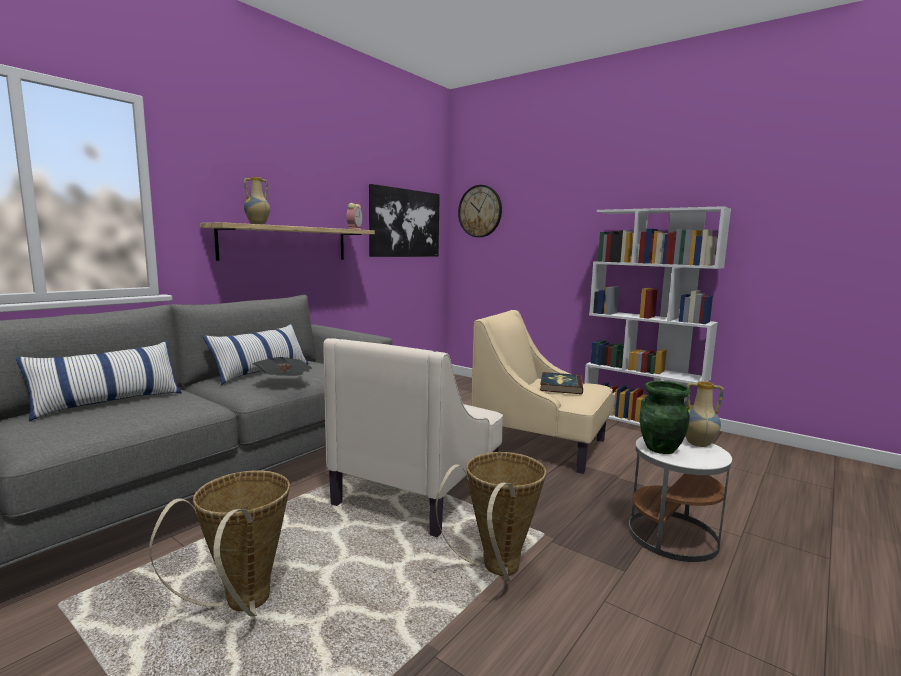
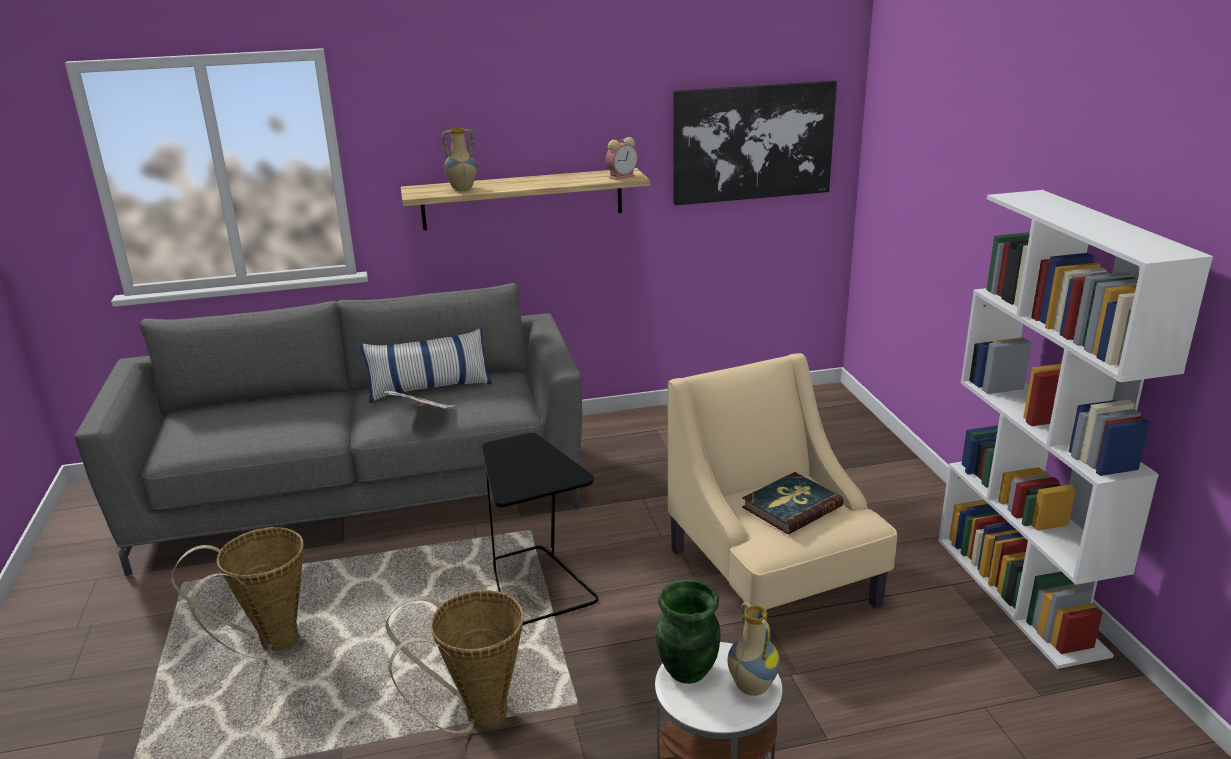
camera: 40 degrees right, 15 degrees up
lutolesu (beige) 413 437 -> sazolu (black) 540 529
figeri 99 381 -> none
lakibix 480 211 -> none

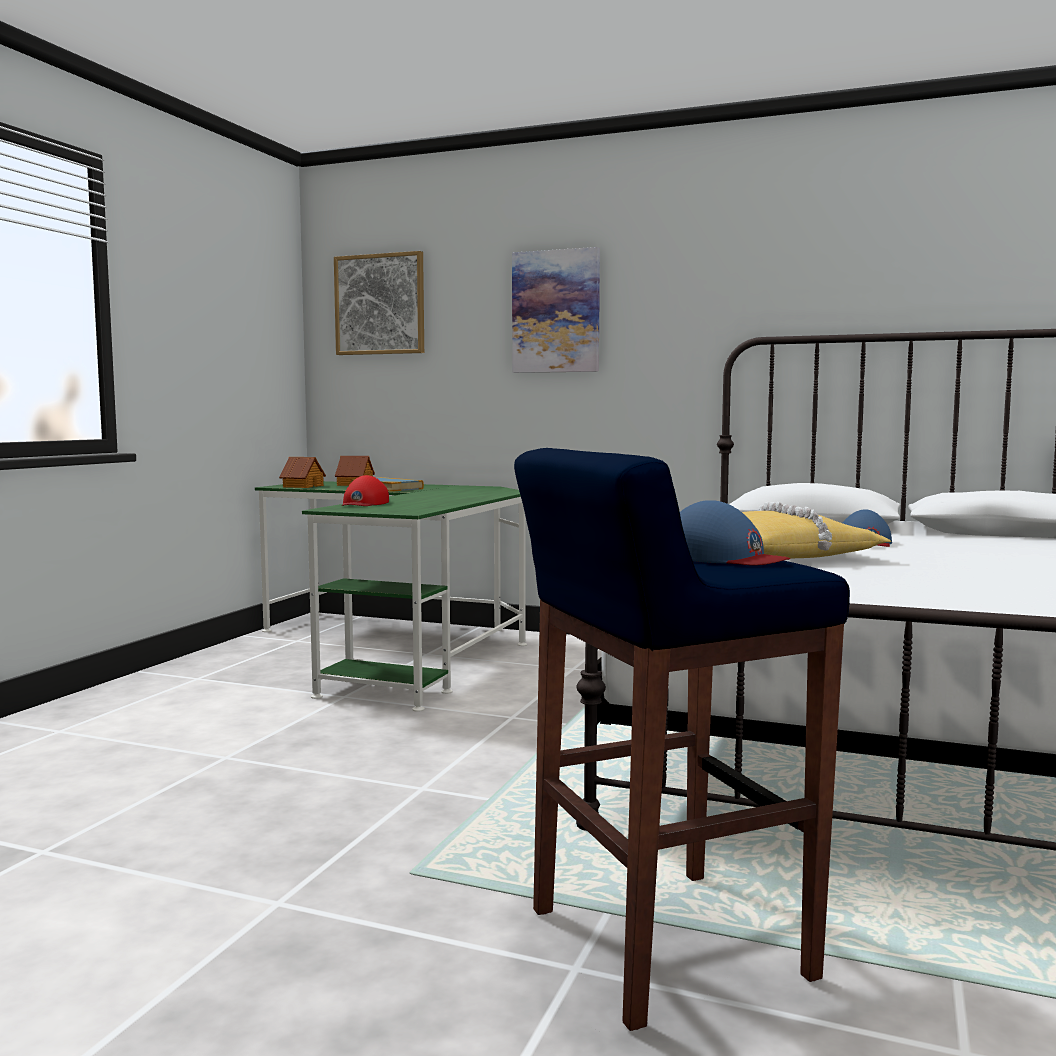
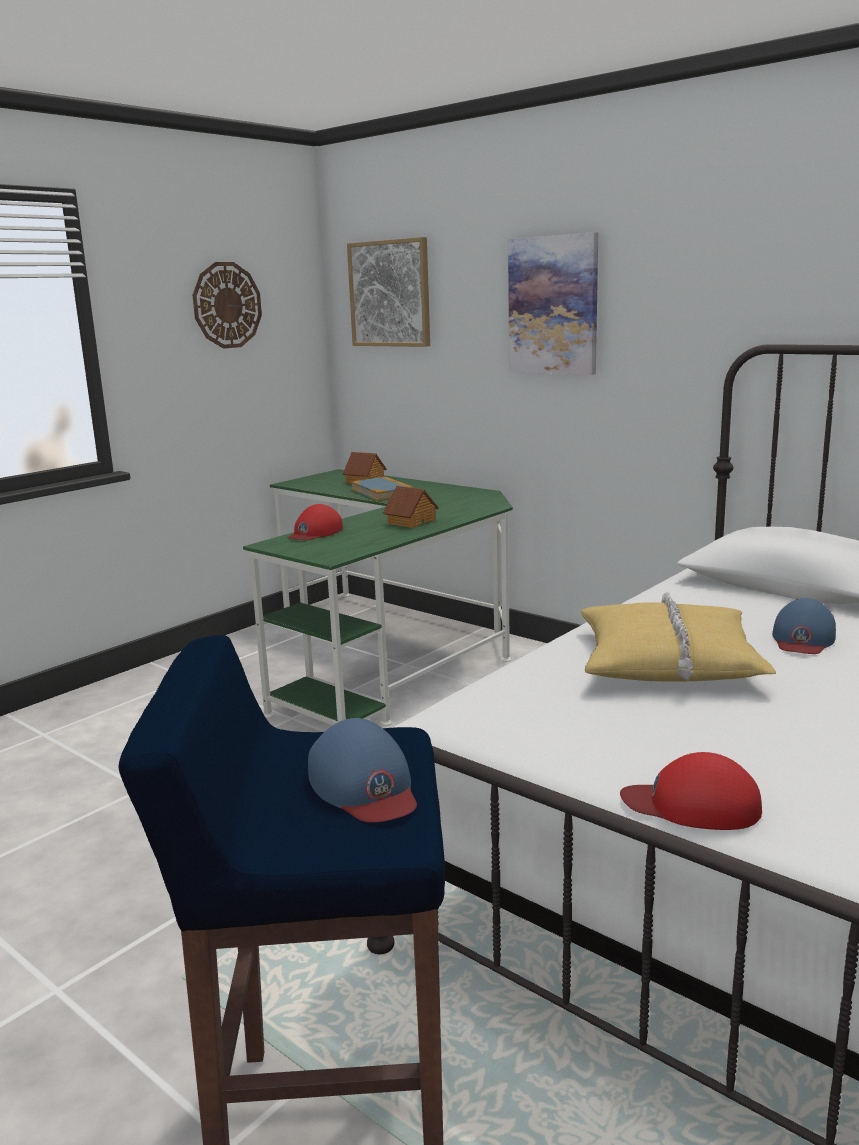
camera: 20 degrees right, 10 degrees up
none -> lakibix 227 305
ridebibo 302 472 -> ridebibo 411 507, move
none -> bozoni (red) 691 791

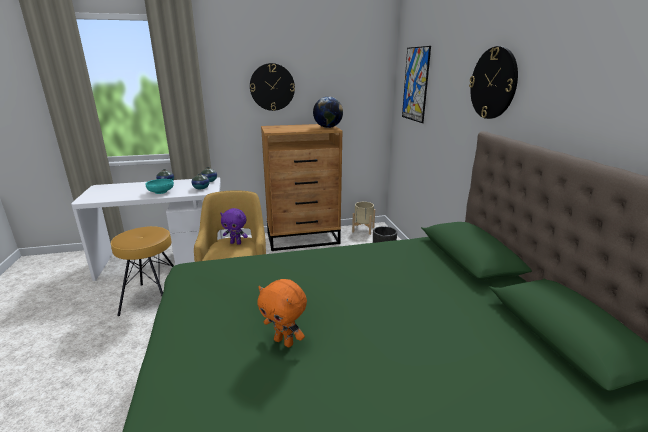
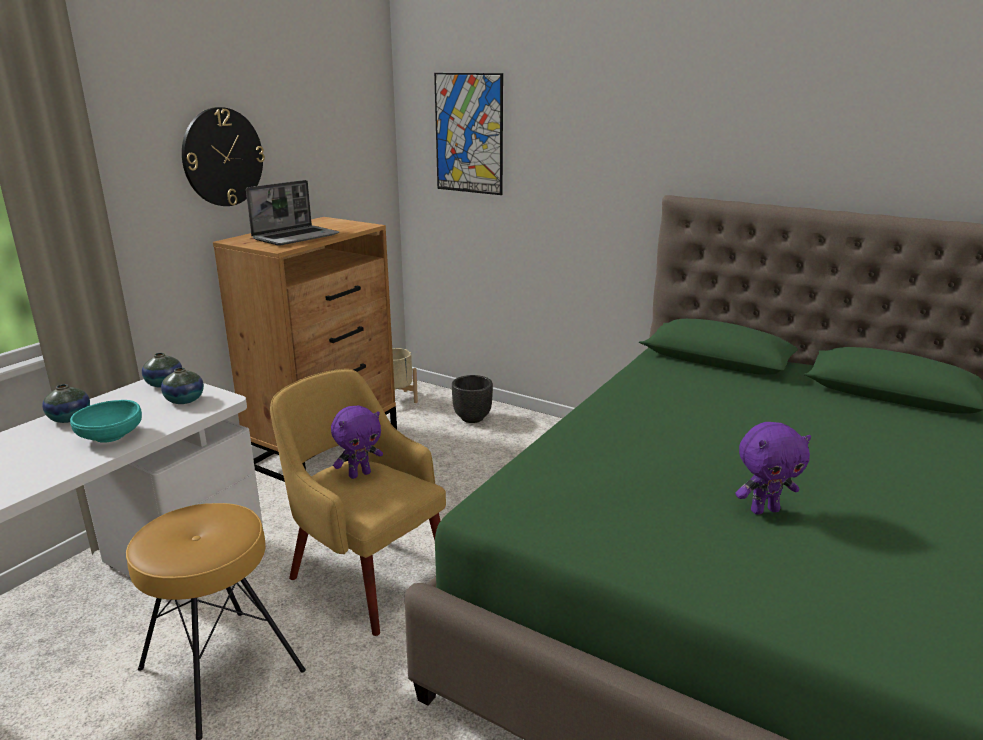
camera: 45 degrees left, 0 degrees up
none -> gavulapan 292 213
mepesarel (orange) 282 313 -> mepesarel (purple) 773 468
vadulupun 328 112 -> none
lakibix 493 82 -> none

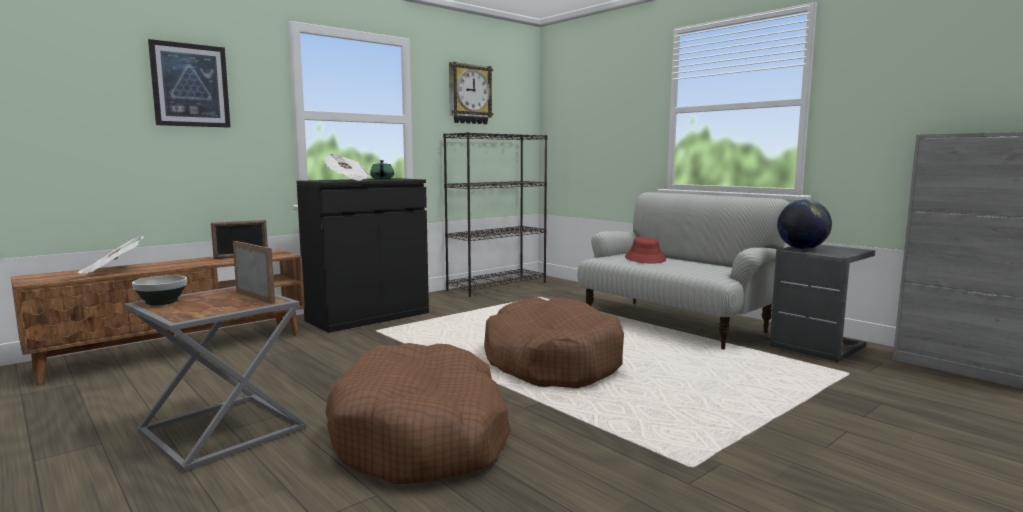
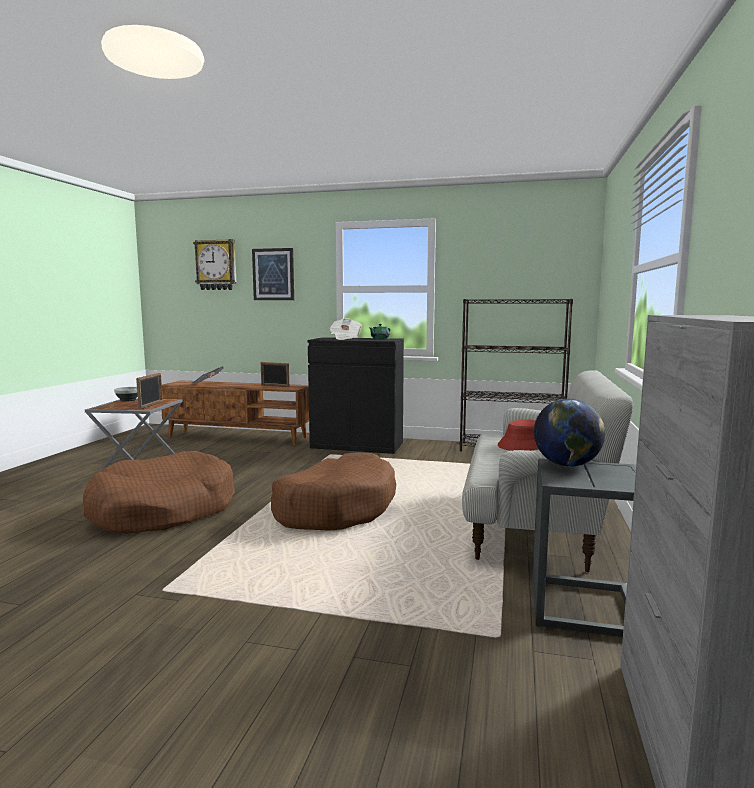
camera: 55 degrees right, 0 degrees up
lakibix 471 93 -> lakibix 215 264, move

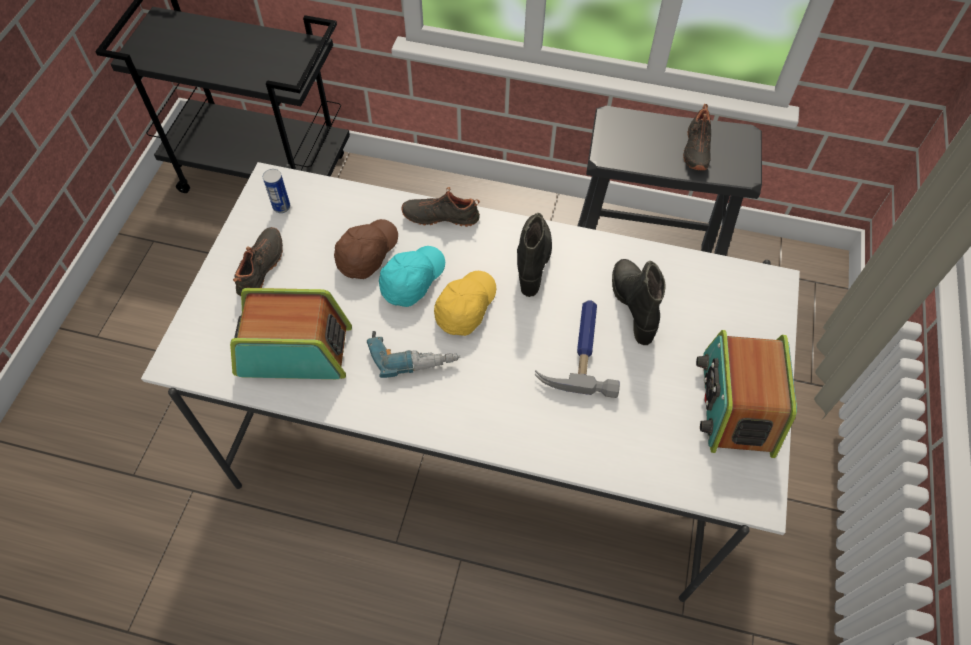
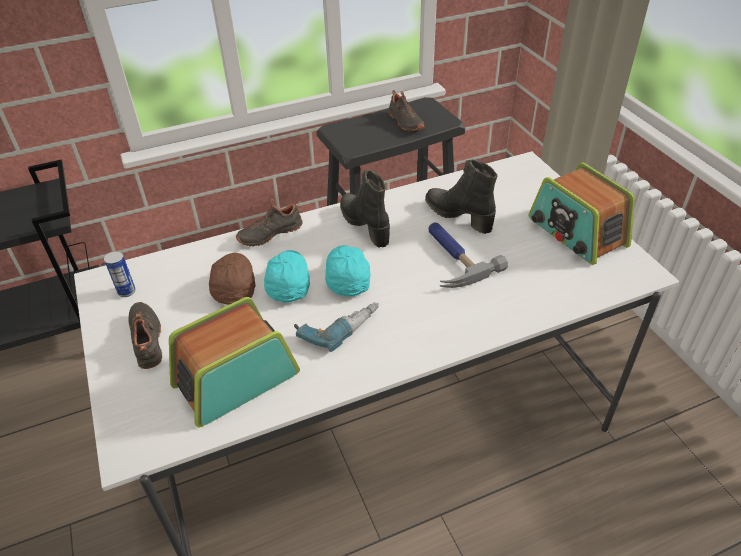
camera: 35 degrees left, 15 degrees down
bozoni (yellow) 465 303 -> bozoni (turquoise) 348 271

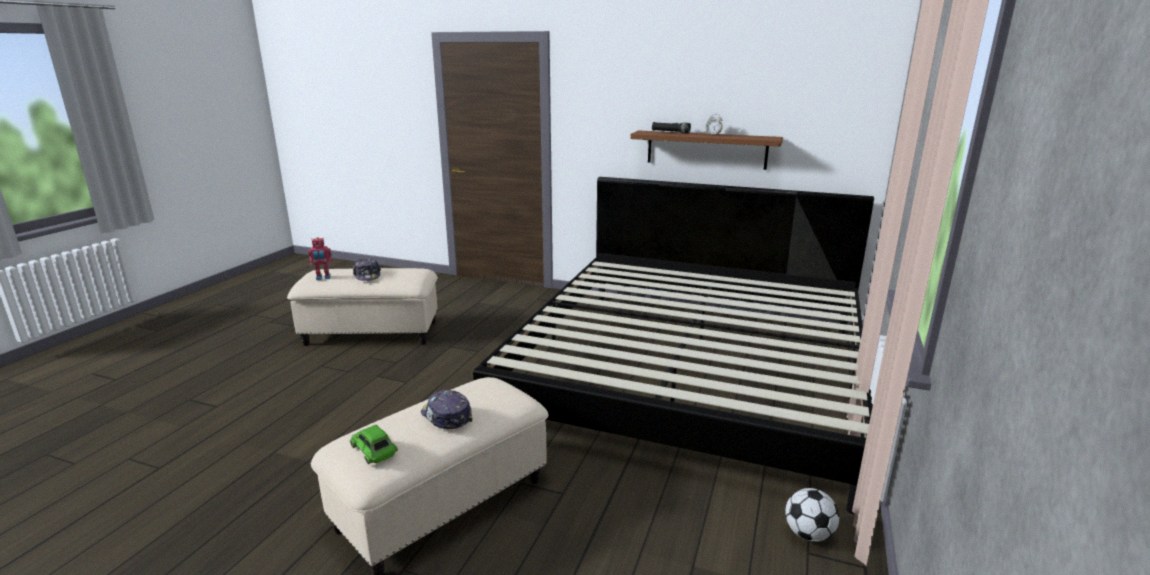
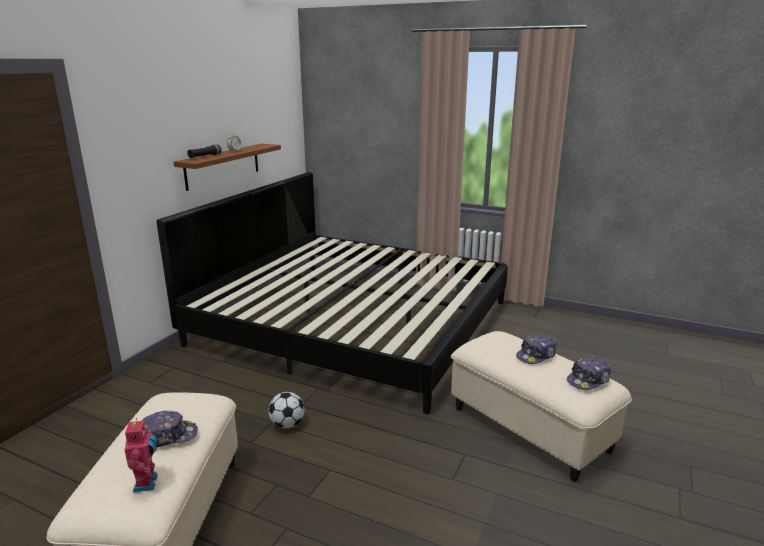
camera: 85 degrees left, 0 degrees up
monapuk 812 515 -> monapuk 286 410, move
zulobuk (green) 374 444 -> bozoni 589 373

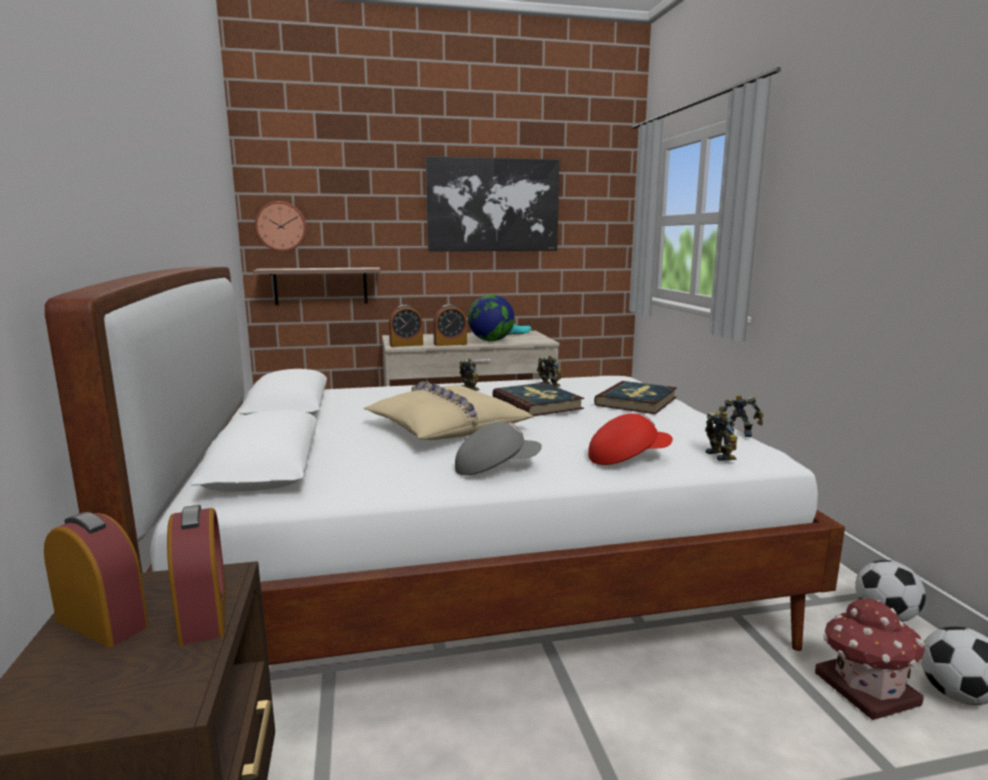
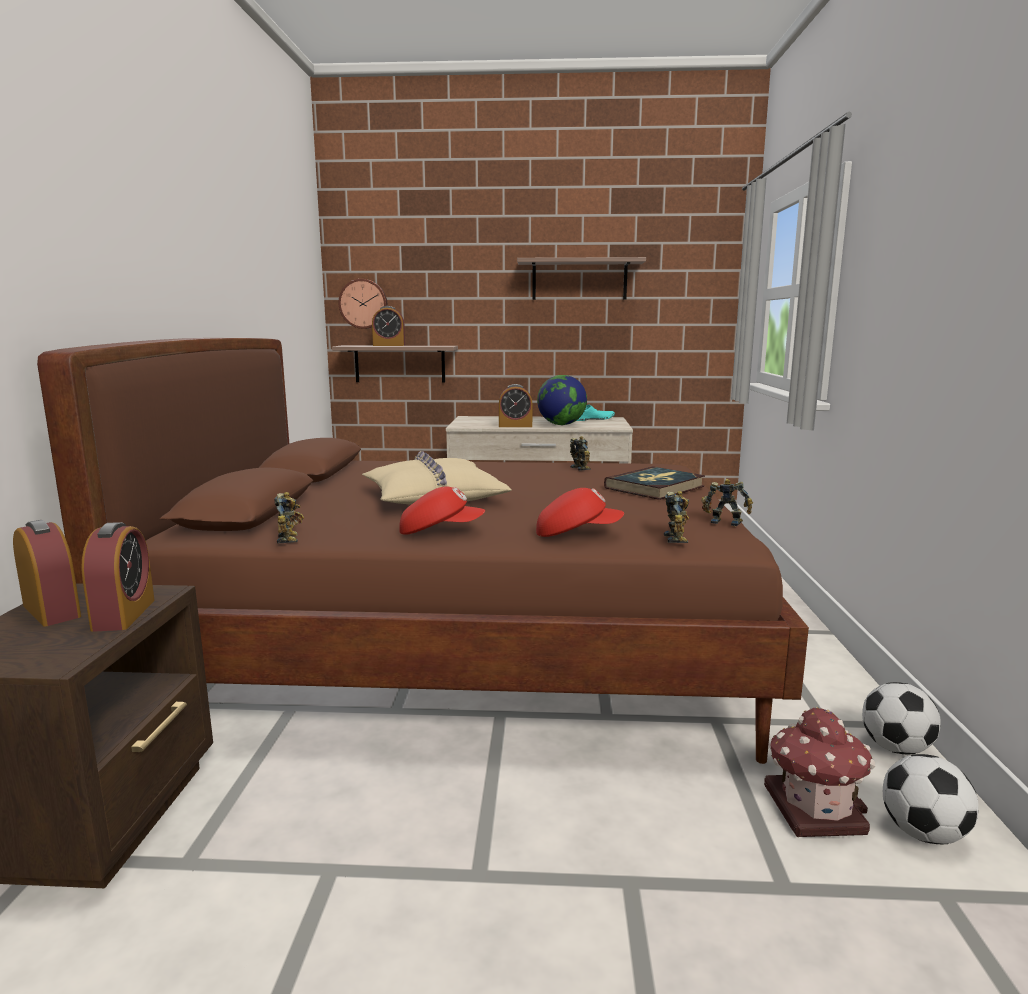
camera: 15 degrees right, 0 degrees up
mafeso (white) 445 465 -> mafeso (brown) 423 551
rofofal 469 374 -> rofofal 289 518, move
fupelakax 406 326 -> fupelakax 388 326, move
bozoni (grey) 498 448 -> bozoni (red) 442 511
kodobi 492 203 -> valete 581 278
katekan 538 399 -> none

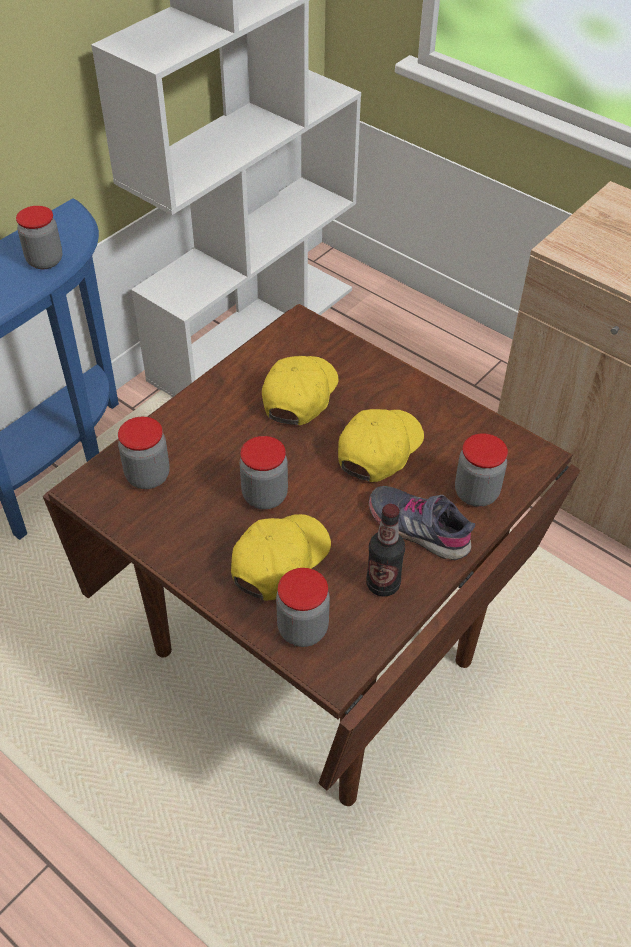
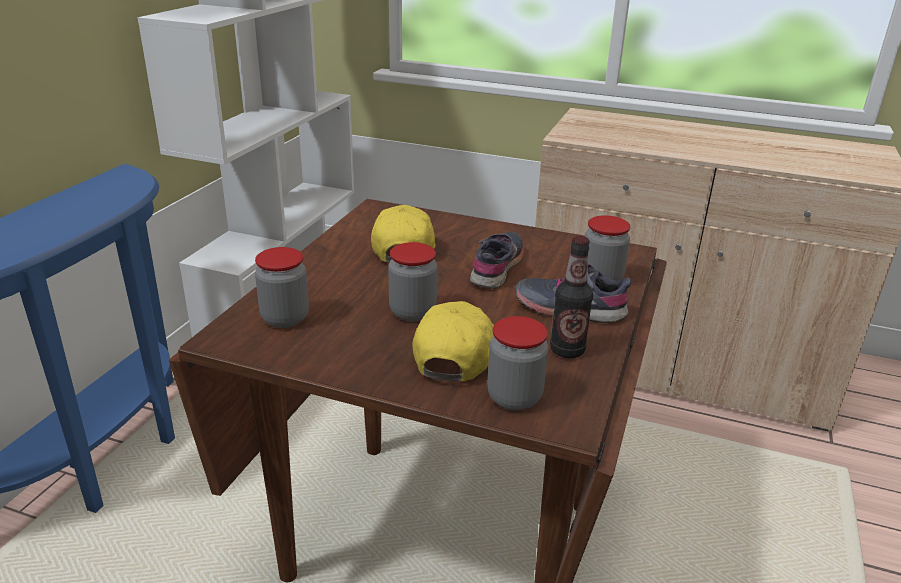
camera: 20 degrees left, 20 degrees down
bozoni (yellow) 381 445 -> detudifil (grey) 497 260
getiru 39 237 -> none

